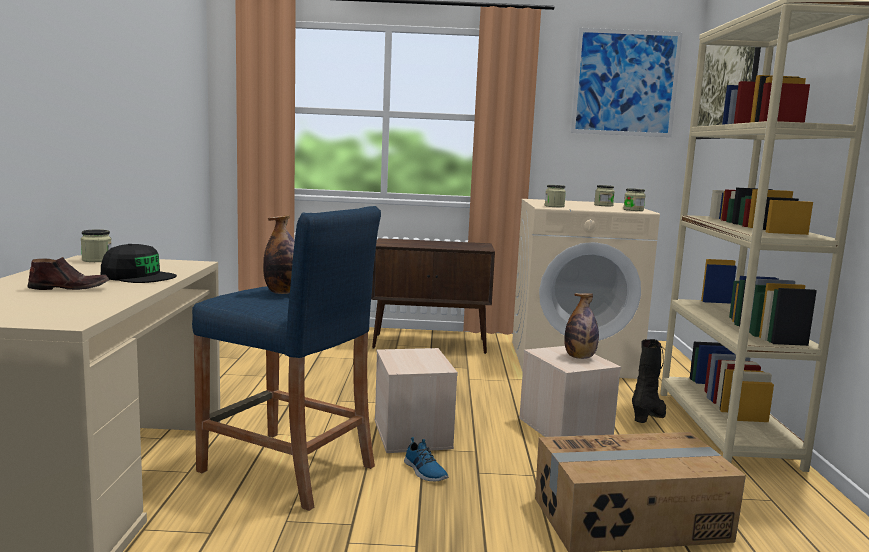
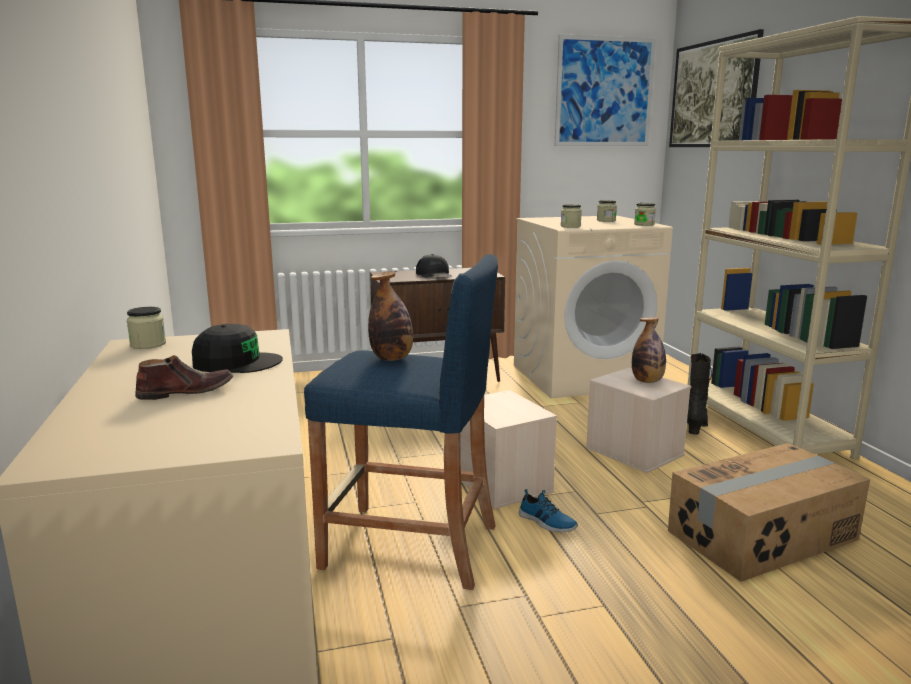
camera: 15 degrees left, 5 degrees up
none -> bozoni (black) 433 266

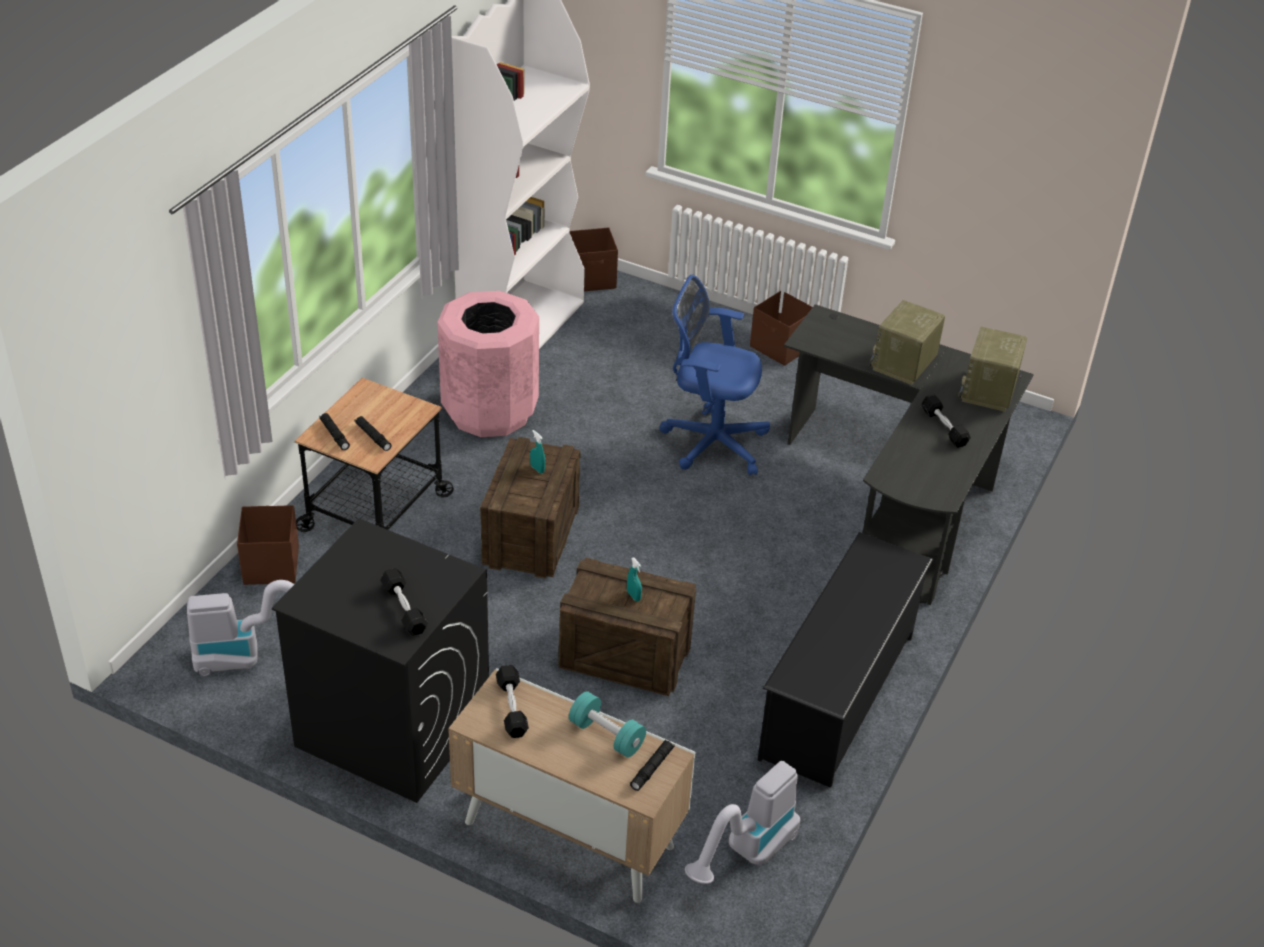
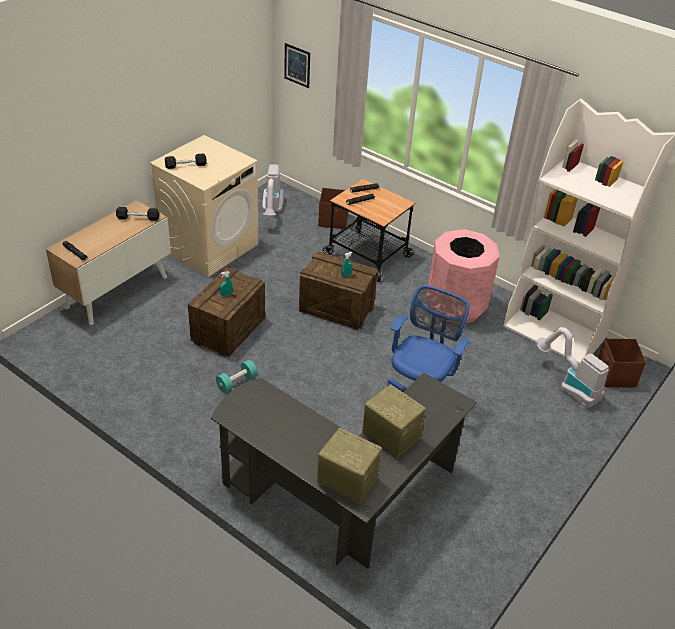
camera: 100 degrees right, 0 degrees up
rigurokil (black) 380 660 -> rigurokil (beige) 204 206
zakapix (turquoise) 607 724 -> zakapix (turquoise) 237 376, move
none -> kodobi 297 65
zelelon 742 822 -> zelelon 572 367, move
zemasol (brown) 781 328 -> none
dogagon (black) 846 660 -> none
zakapix (black) 946 421 -> none

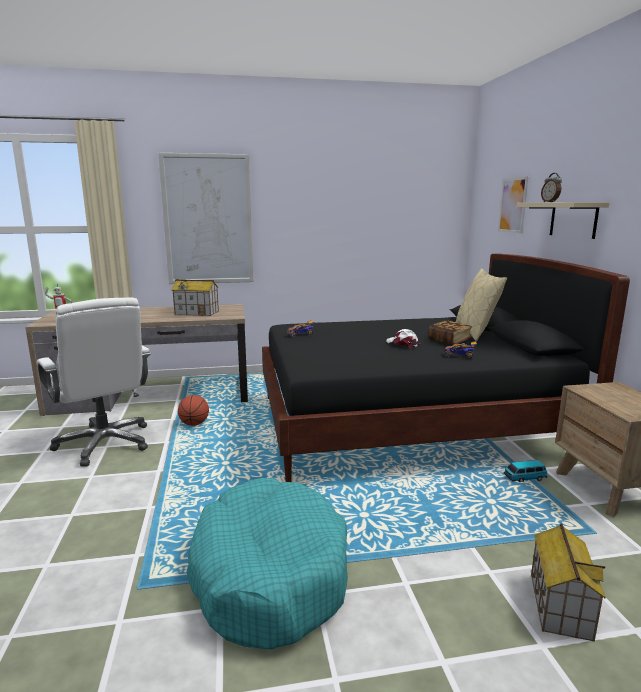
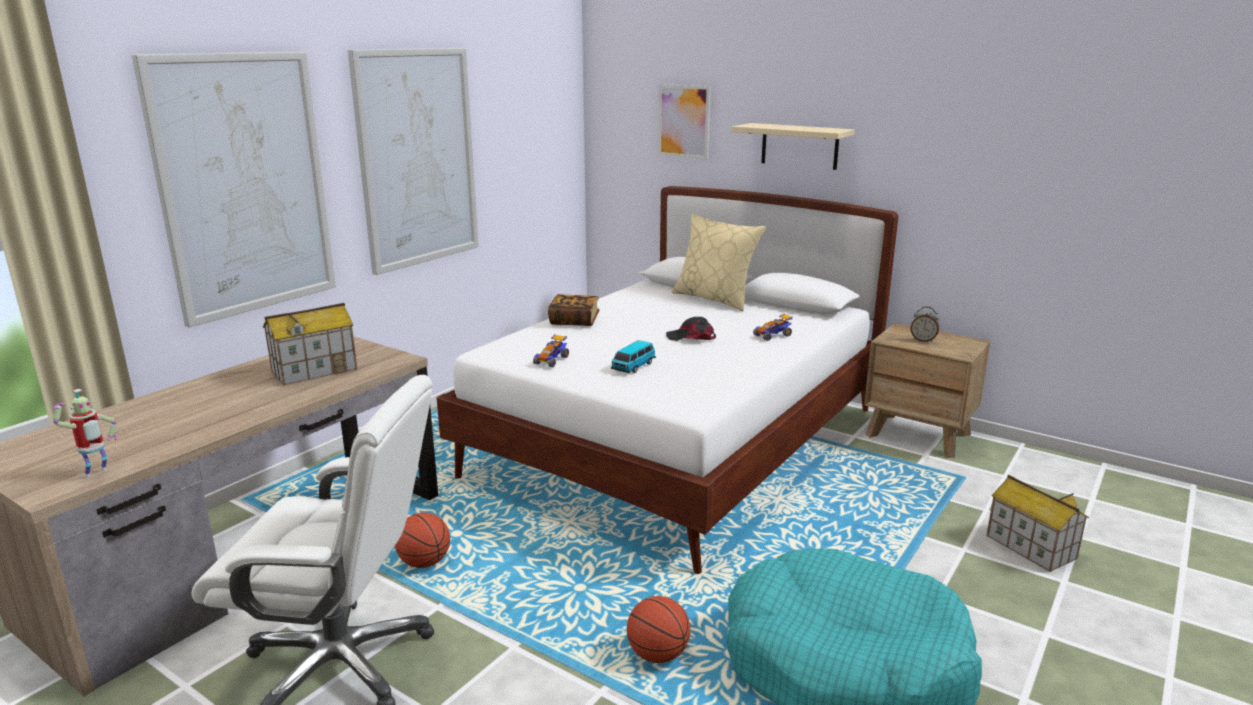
camera: 45 degrees left, 5 degrees up
none -> kodobi 413 161
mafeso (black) 446 368 -> mafeso (white) 667 380
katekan 450 332 -> katekan 574 310, move
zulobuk 525 471 -> zulobuk 633 356, move
none -> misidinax 659 629
bozoni (white) 403 338 -> bozoni (black) 691 329
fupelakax 551 187 -> fupelakax 925 324, move

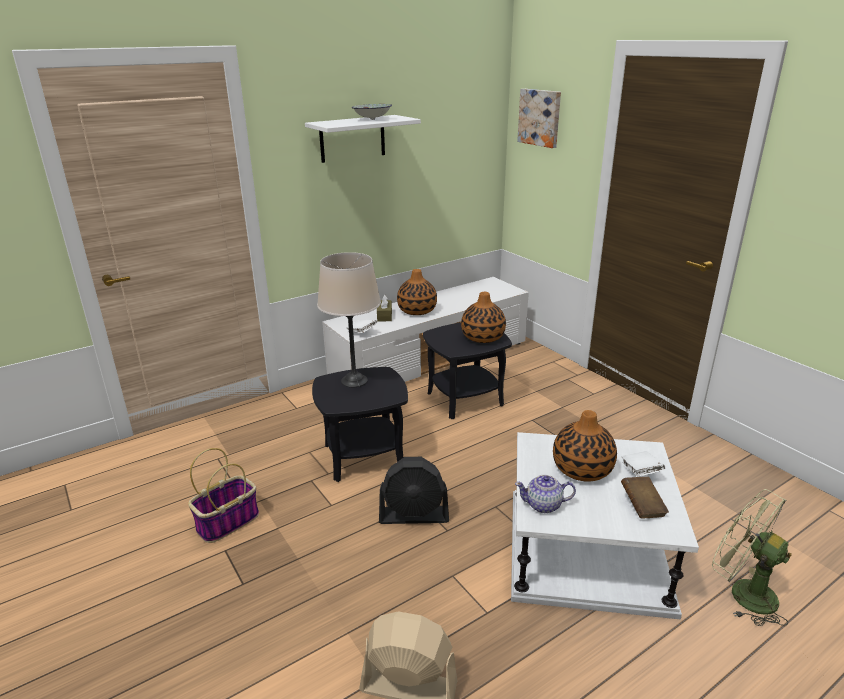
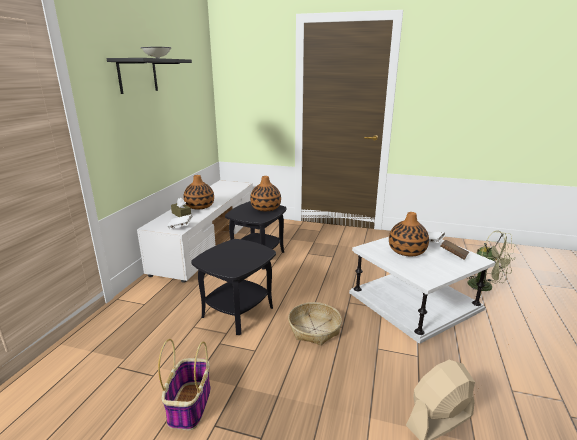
camera: 40 degrees left, 5 degrees down
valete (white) 363 139 -> valete (black) 149 76
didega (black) 414 490 -> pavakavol 315 323
didega (green) 752 557 -> didega (green) 491 263, 135 degrees counterclockwise
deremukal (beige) 349 319 -> none
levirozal 545 494 -> none
kodobi 539 118 -> none

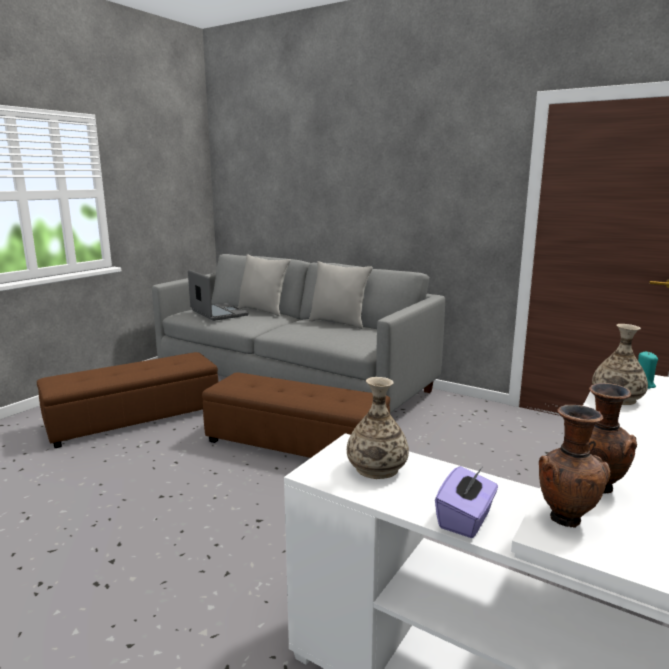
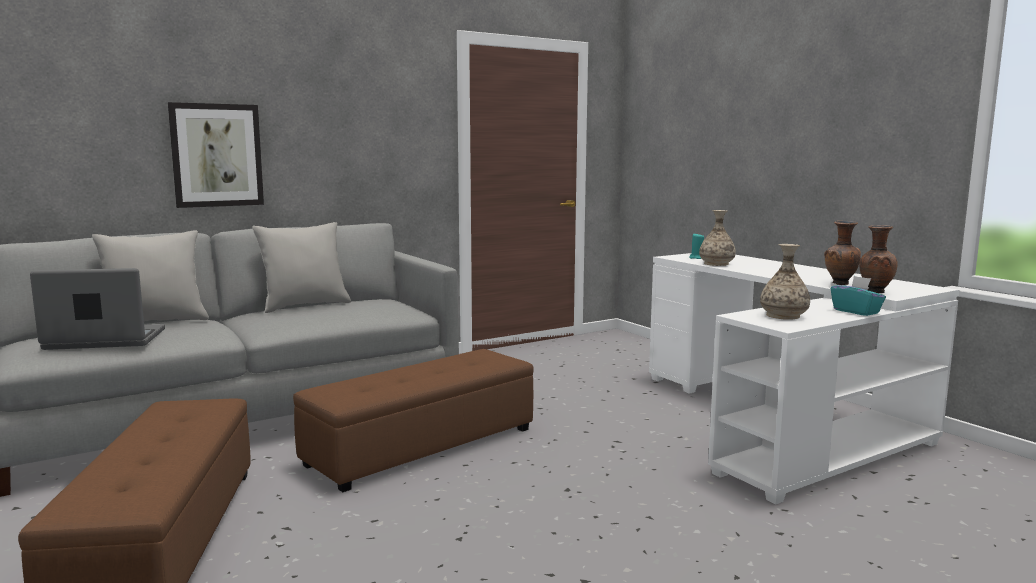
camera: 65 degrees left, 5 degrees down
none -> kodobi 216 155
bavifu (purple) 466 502 -> bavifu (turquoise) 858 296

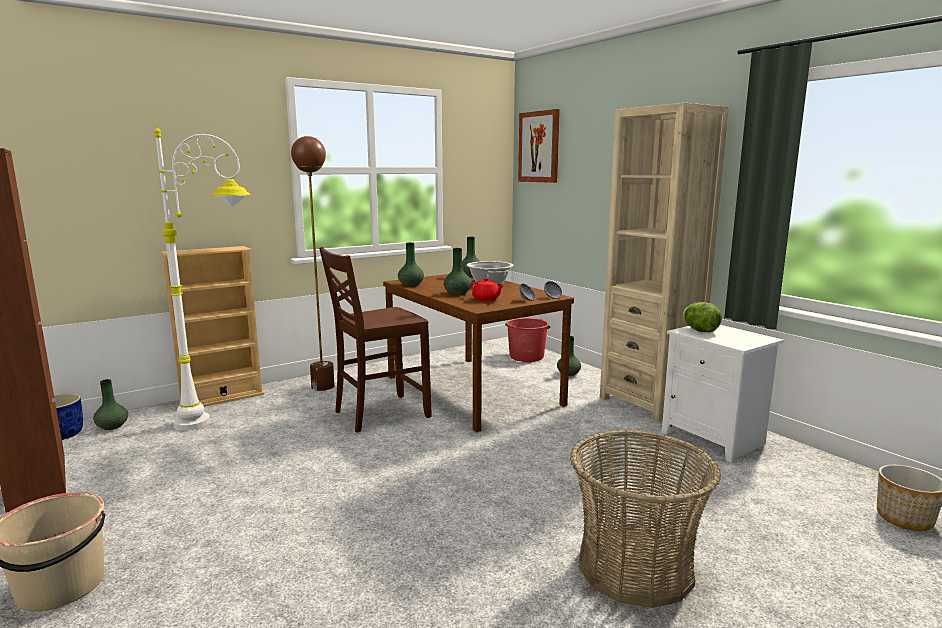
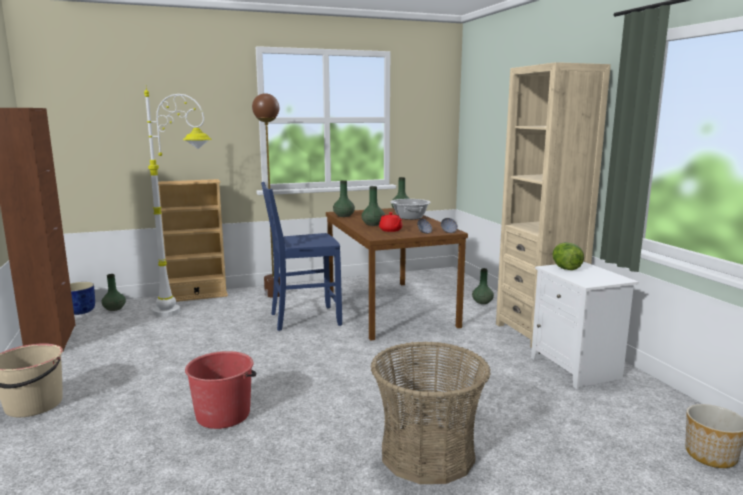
camera: 15 degrees right, 0 degrees up
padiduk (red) 528 340 -> padiduk (red) 220 390, move
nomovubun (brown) 375 340 -> nomovubun (blue) 301 256
kodobi 539 146 -> none

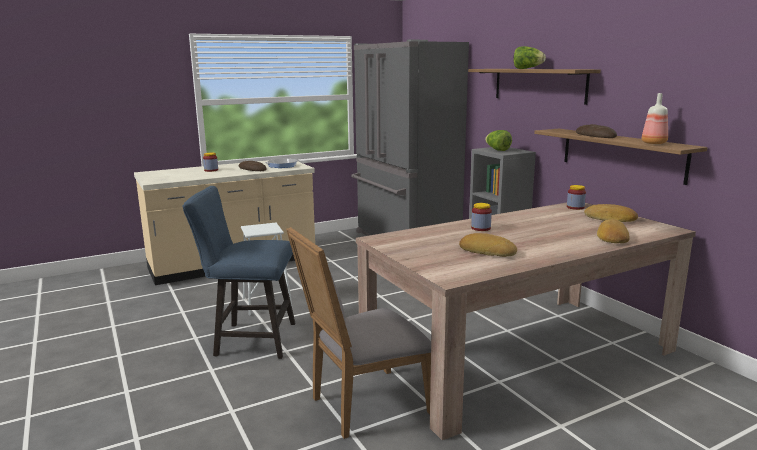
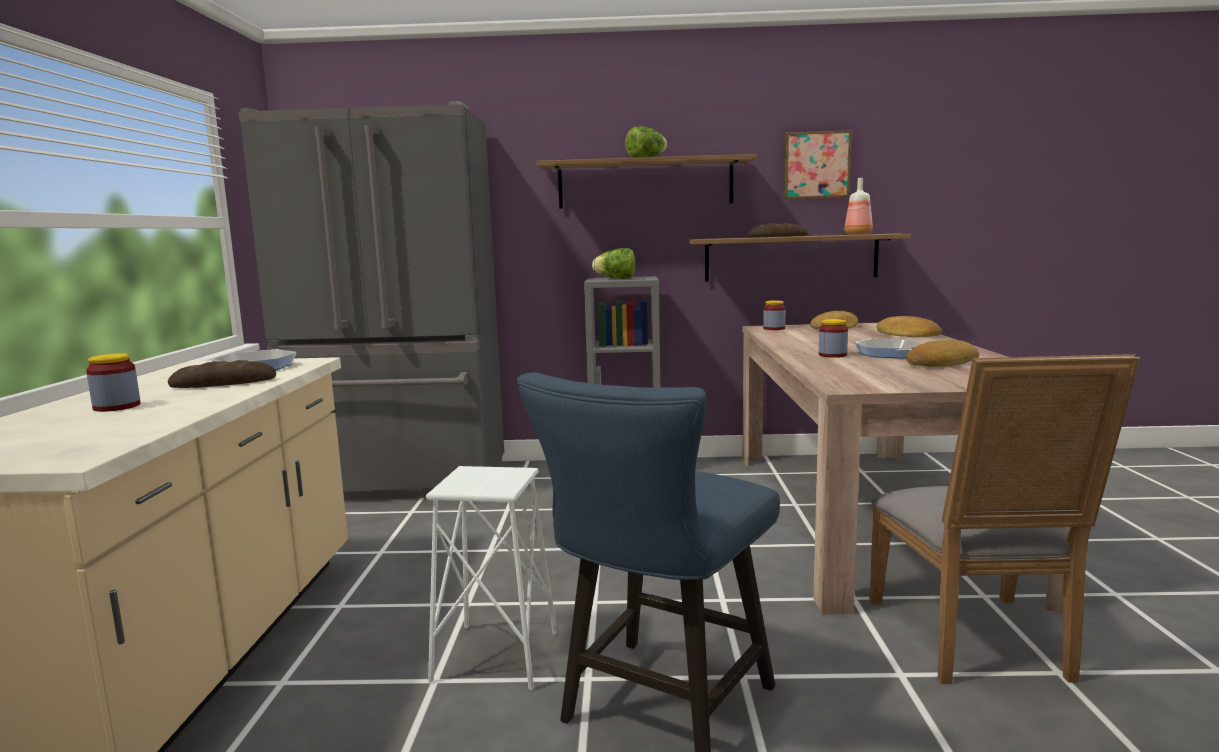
camera: 60 degrees left, 5 degrees down
none -> kodobi 817 164
none -> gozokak 888 348

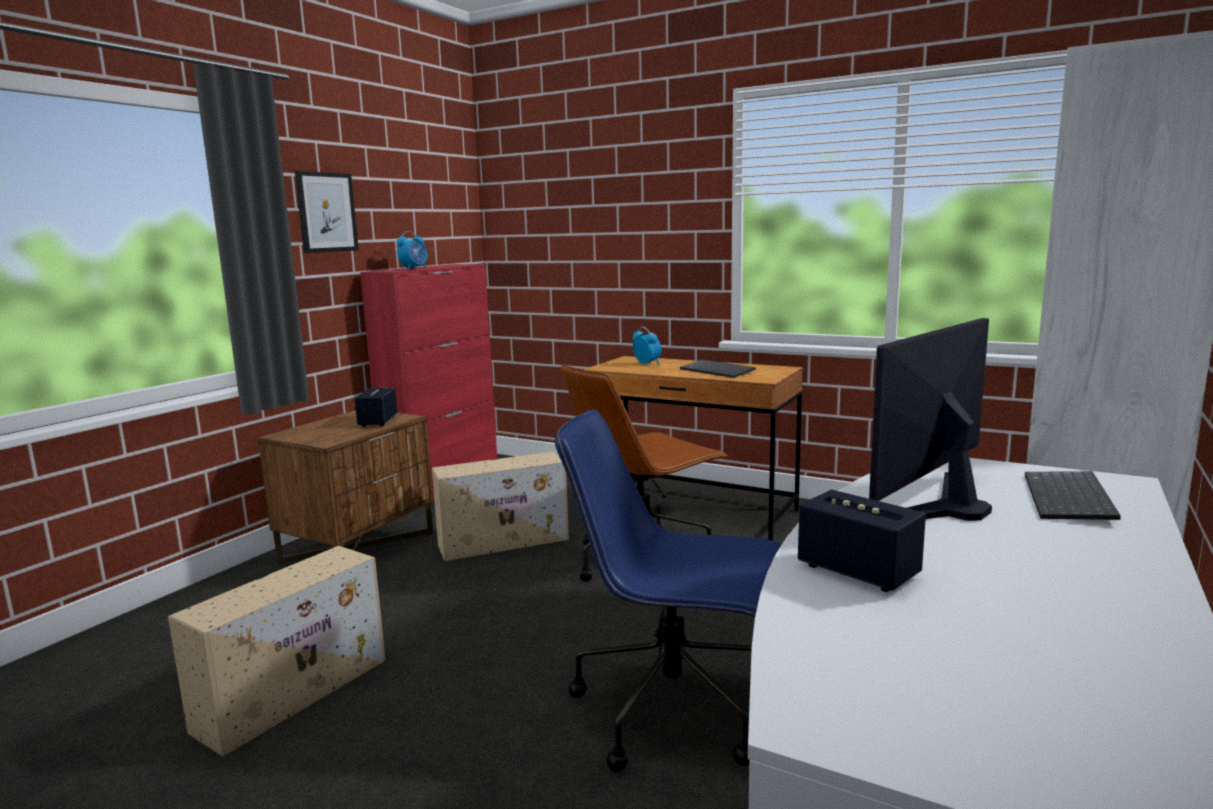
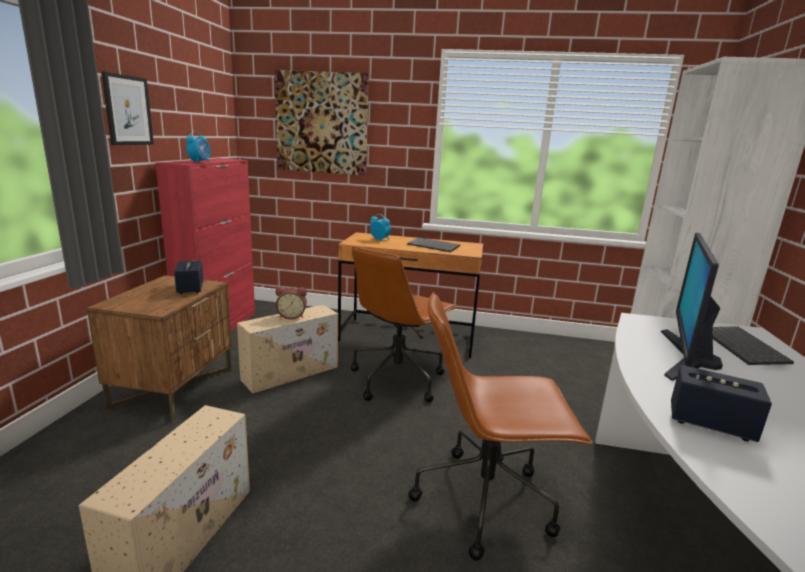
camera: 20 degrees left, 5 degrees up
none -> kodobi 322 122
none -> fupelakax 291 303
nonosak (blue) 668 590 -> nonosak (brown) 500 426

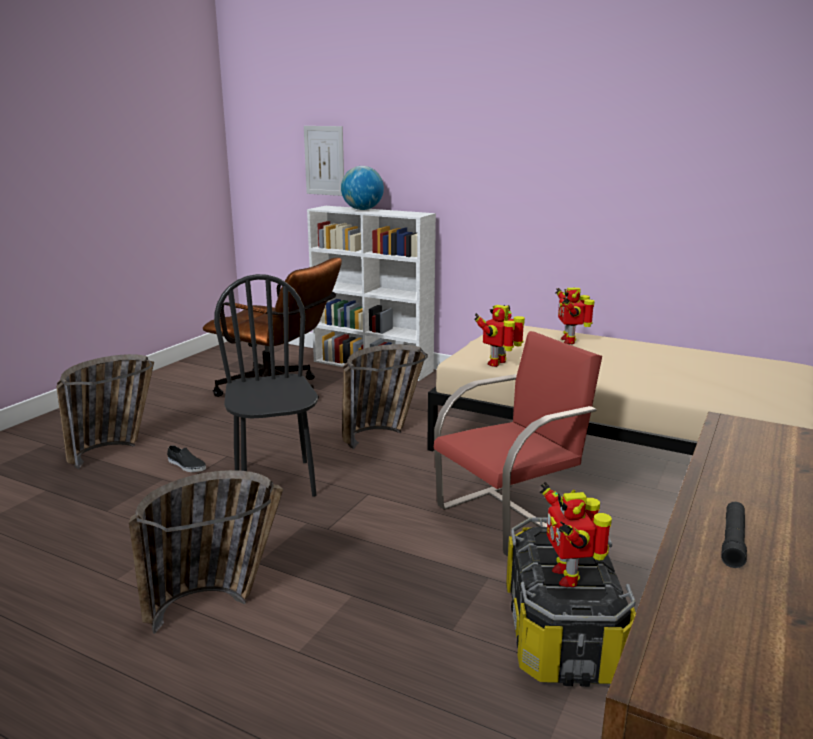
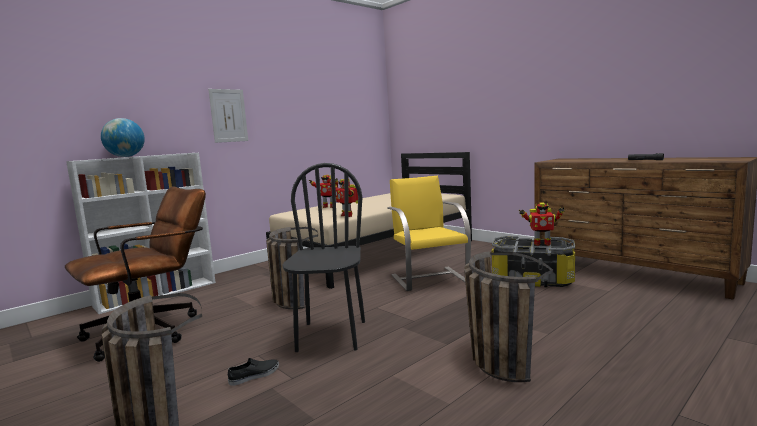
camera: 70 degrees left, 10 degrees down
kodobi 324 161 -> kodobi 228 116, move
nomovubun (black) 266 385 -> nomovubun (black) 323 257, 90 degrees clockwise
nomovubun (red) 518 444 -> nomovubun (yellow) 429 233

